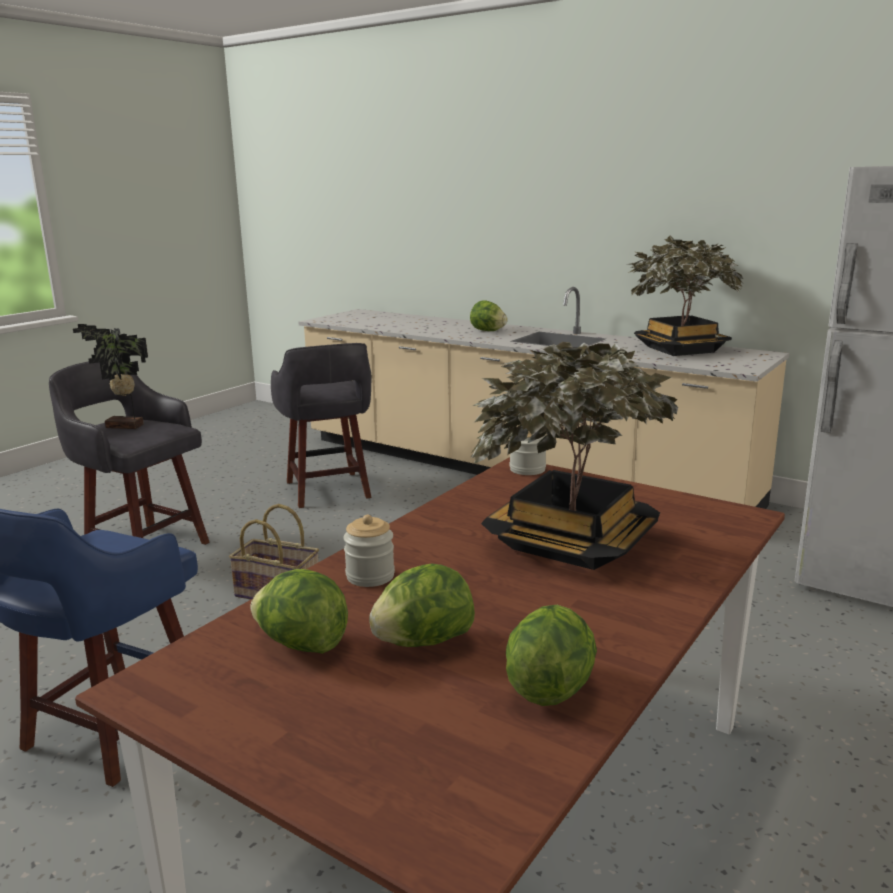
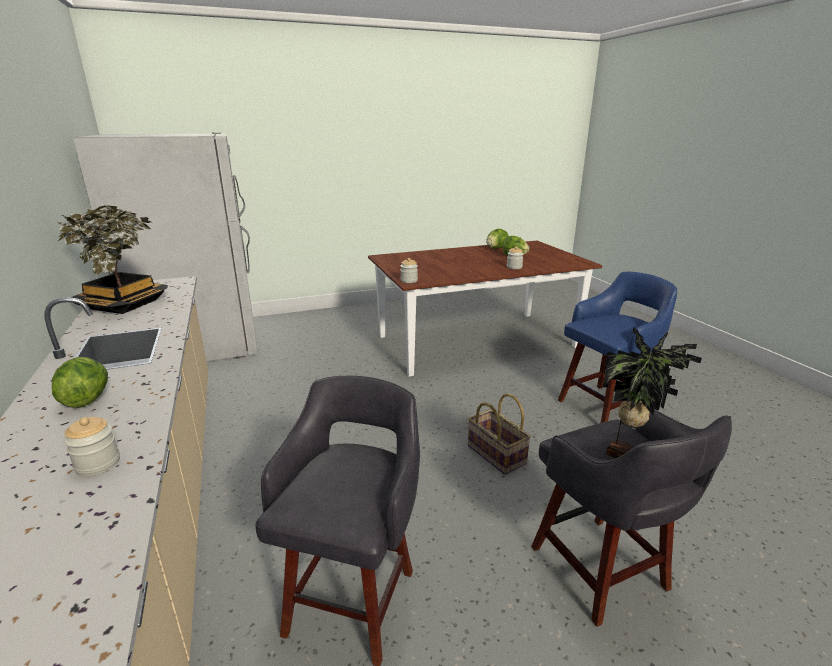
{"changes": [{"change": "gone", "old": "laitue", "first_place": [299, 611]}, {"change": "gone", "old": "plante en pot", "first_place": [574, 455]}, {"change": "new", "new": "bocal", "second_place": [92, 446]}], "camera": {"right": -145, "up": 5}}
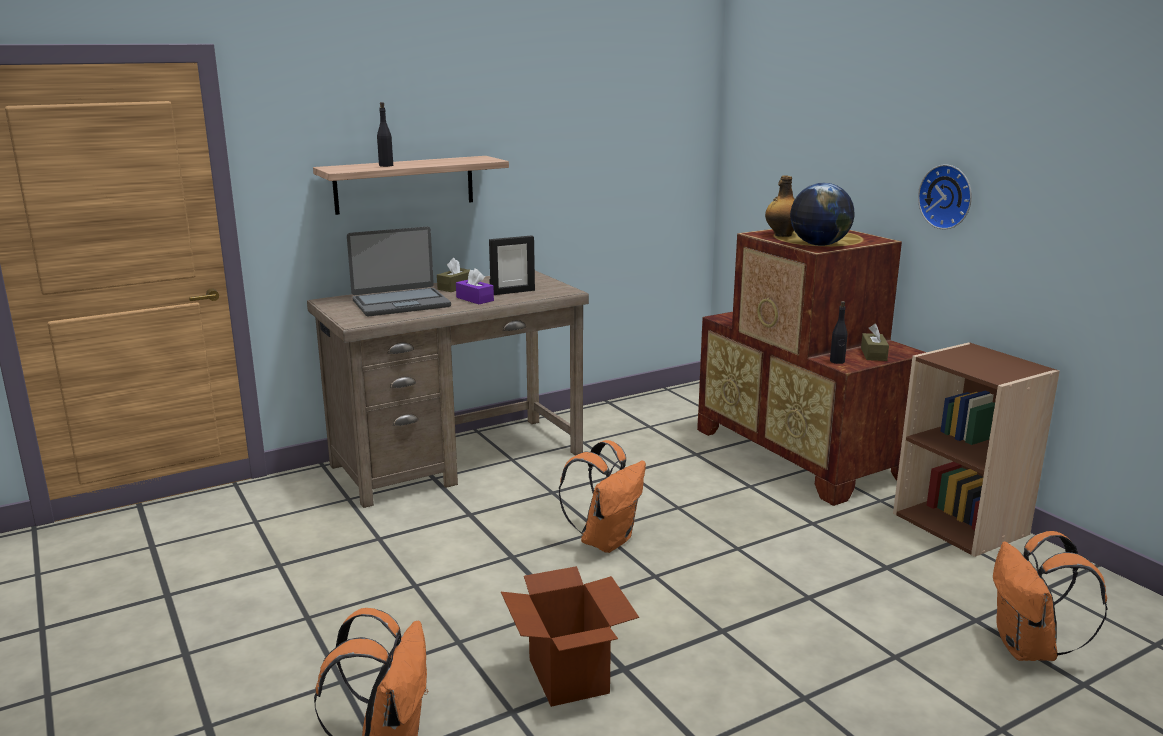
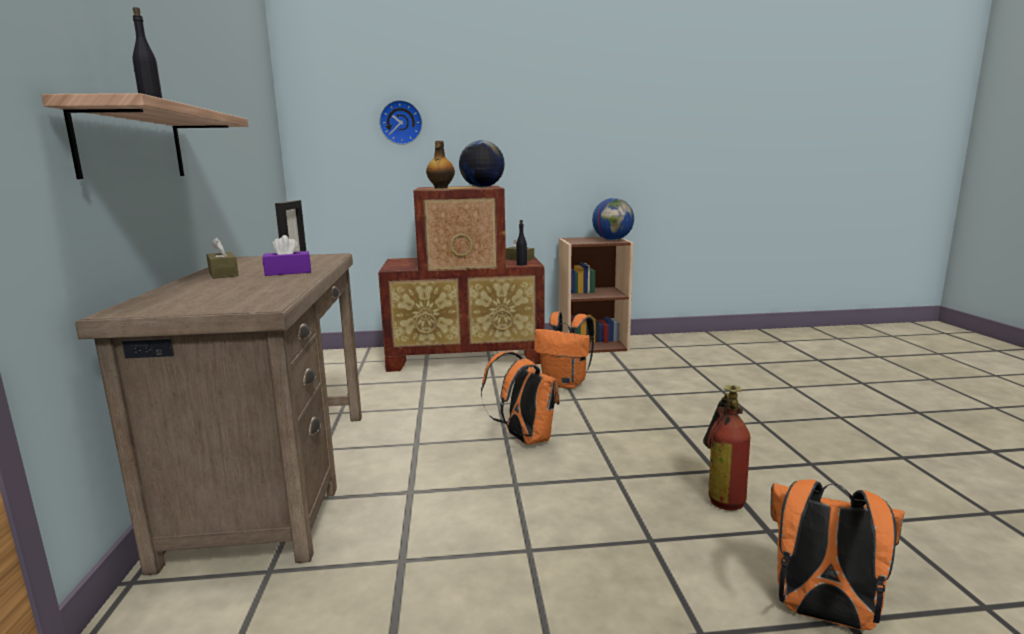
{"changes": [{"change": "gone", "old": "ordinateur portable", "first_place": [399, 271]}, {"change": "swapped", "old": "carton", "new": "extincteur", "first_place": [570, 636], "second_place": [726, 447]}, {"change": "shifted", "old": "horloge murale", "first_place": [945, 197], "second_place": [401, 122]}, {"change": "shifted", "old": "sac à dos [orange]", "first_place": [1050, 596], "second_place": [564, 350]}, {"change": "new", "new": "globe", "second_place": [613, 219]}], "camera": {"right": -65, "up": -5}}
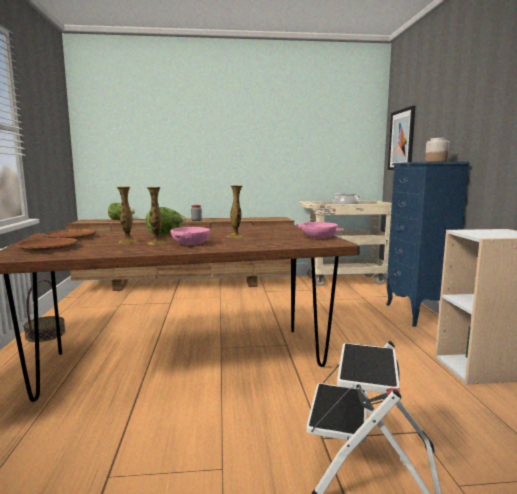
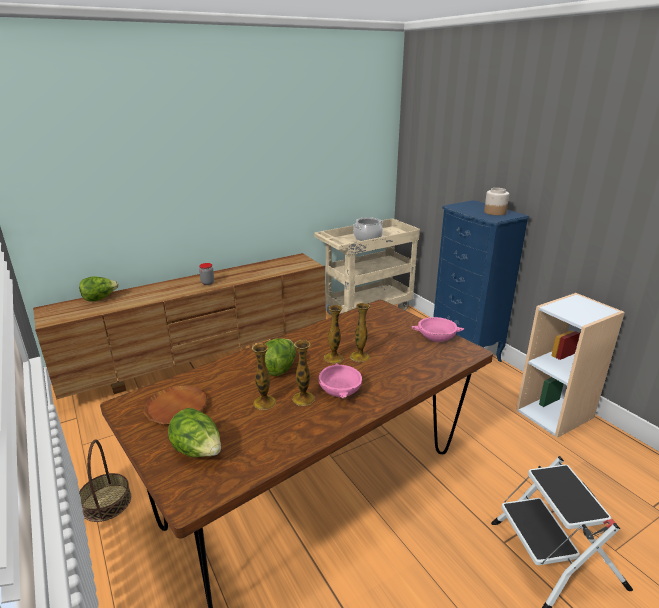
{"changes": [{"change": "swapped", "old": "assiette [marron]", "new": "laitue", "first_place": [47, 244], "second_place": [194, 432]}, {"change": "gone", "old": "tableau", "first_place": [401, 138]}, {"change": "new", "new": "vase", "second_place": [334, 334]}], "camera": {"right": -25, "up": 15}}
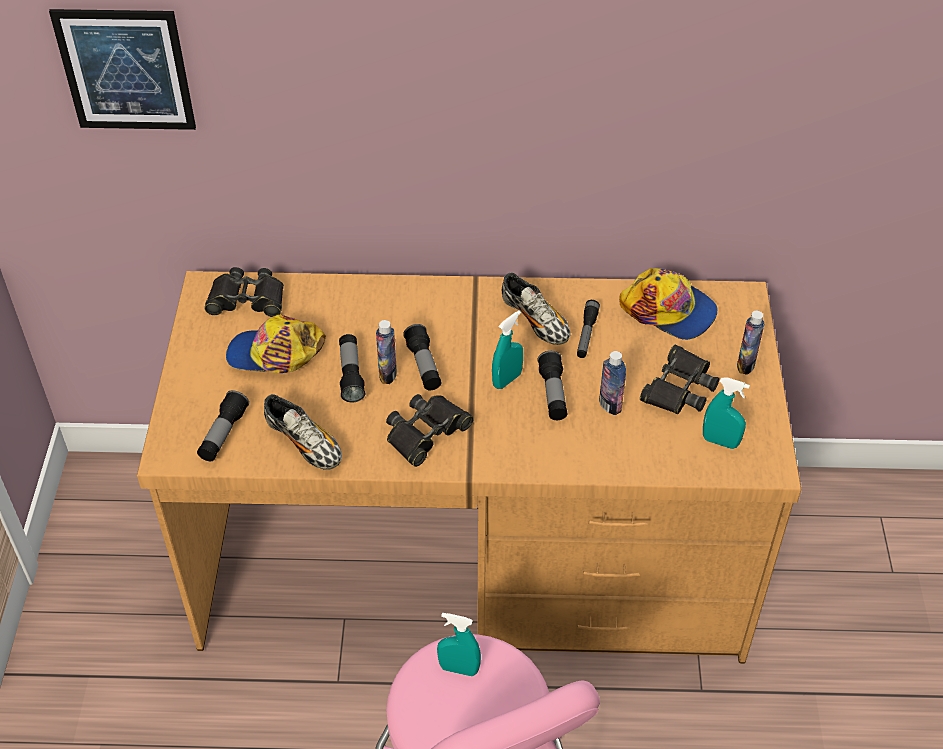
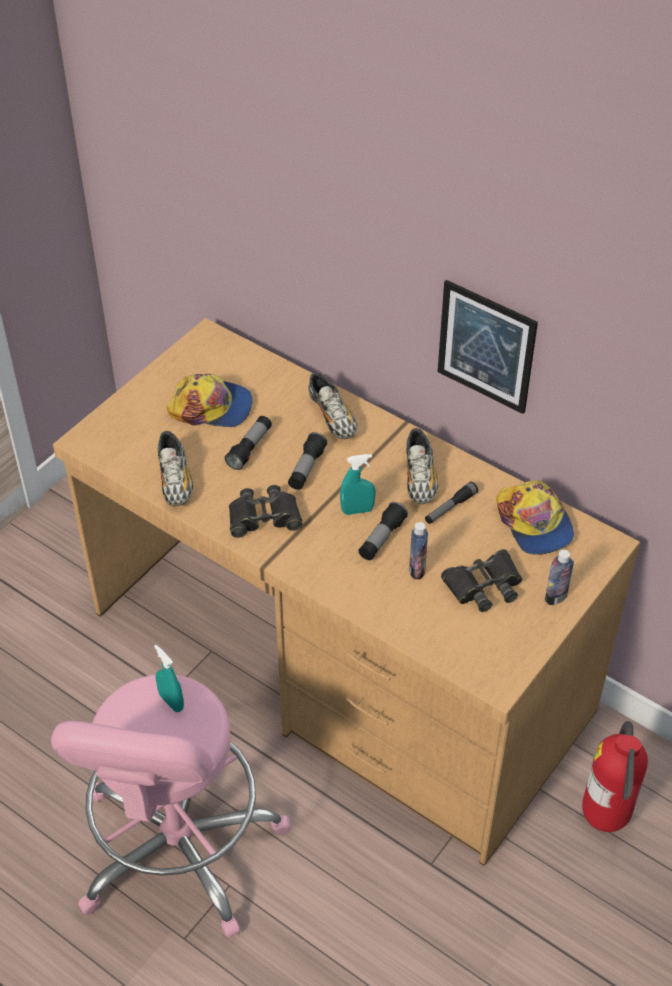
{"changes": [{"change": "shifted", "old": "tableau", "first_place": [122, 69], "second_place": [488, 347]}, {"change": "gone", "old": "lampe de poche", "first_place": [223, 425]}, {"change": "gone", "old": "jumelles [noir]", "first_place": [244, 292]}, {"change": "rotated", "old": "casquette", "first_place": [276, 344], "second_place": [210, 400], "degrees": 150}, {"change": "gone", "old": "bouteille", "first_place": [386, 352]}, {"change": "gone", "old": "vaporisateur [turquoise]", "first_place": [726, 413]}, {"change": "new", "new": "chaussure", "second_place": [332, 405]}, {"change": "new", "new": "extincteur", "second_place": [615, 776]}], "camera": {"right": 35, "up": 0}}
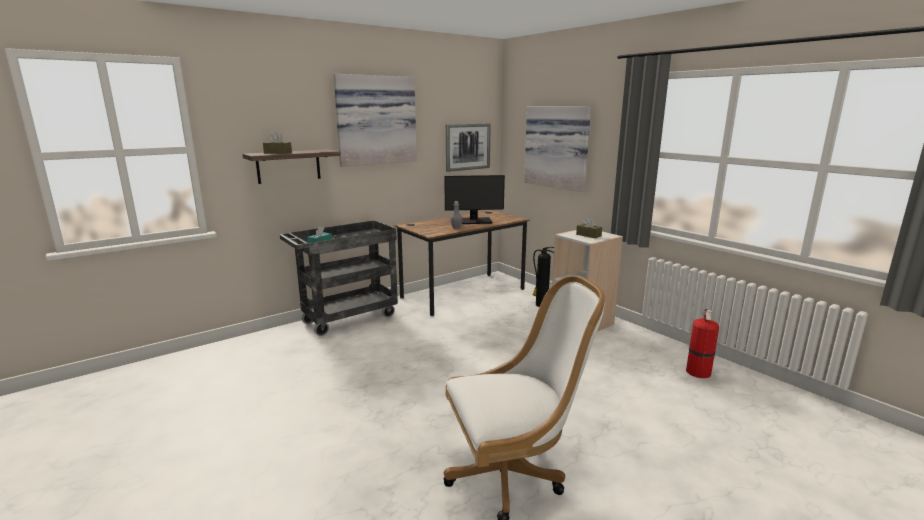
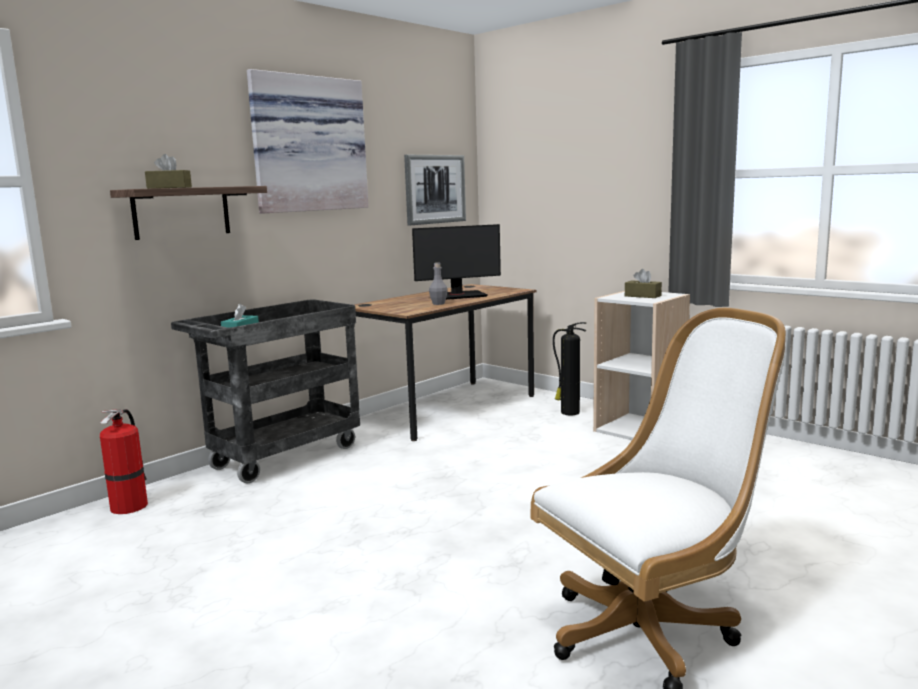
{"changes": [{"change": "gone", "old": "tableau", "first_place": [557, 149]}, {"change": "shifted", "old": "extincteur", "first_place": [702, 343], "second_place": [124, 461]}], "camera": {"right": -10, "up": -5}}
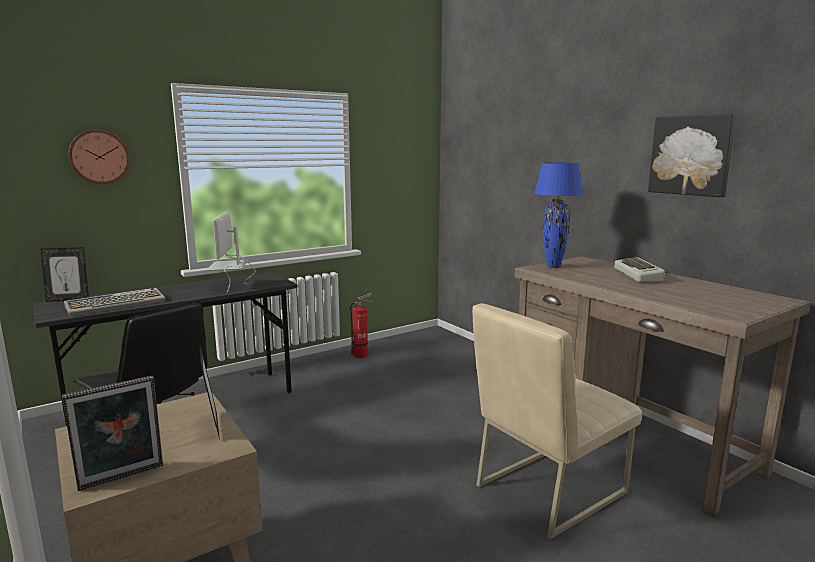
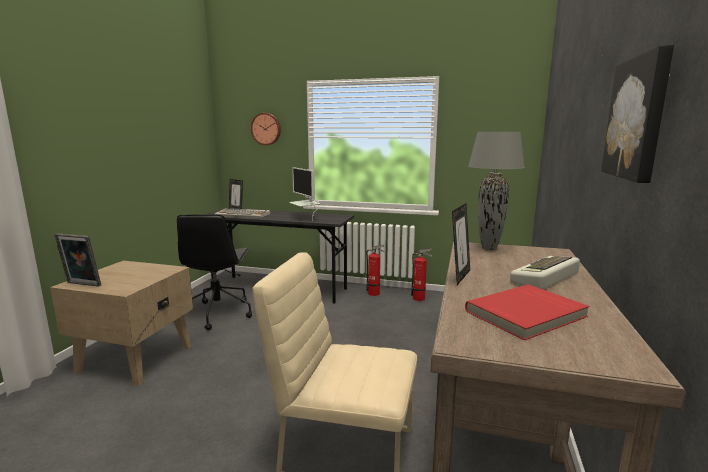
{"changes": [{"change": "shifted", "old": "cadre photo", "first_place": [209, 391], "second_place": [461, 244]}, {"change": "rotated", "old": "écran d'ordinateur", "first_place": [231, 252], "second_place": [305, 194], "degrees": -75}, {"change": "repainted", "old": "lampe de table [bleu]", "new": "lampe de table [gris]", "first_place": [558, 215], "second_place": [496, 191]}, {"change": "new", "new": "extincteur", "second_place": [375, 270]}, {"change": "new", "new": "livre [rouge]", "second_place": [527, 312]}], "camera": {"right": 50, "up": 0}}
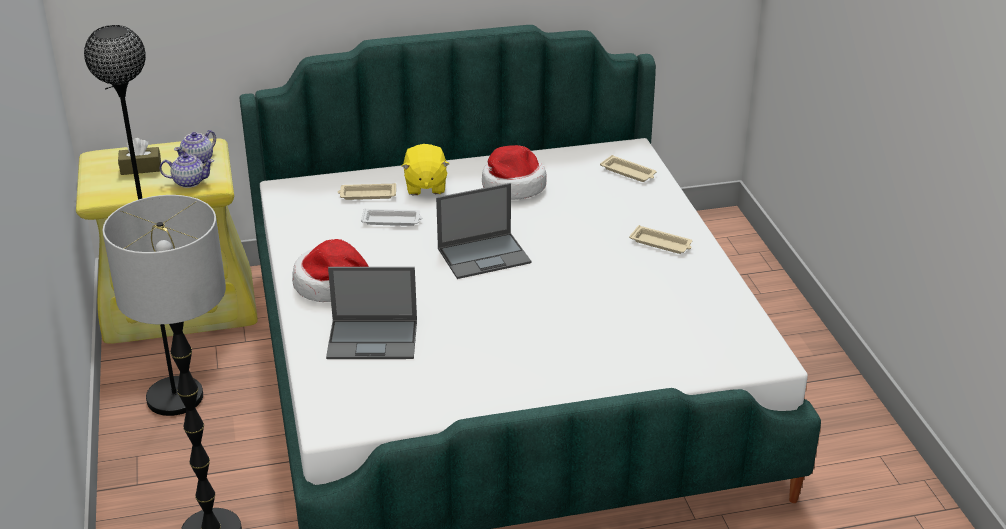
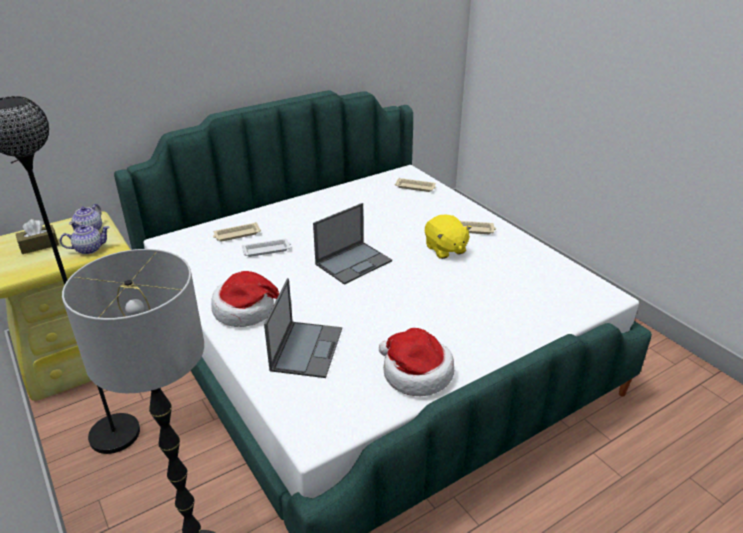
{"changes": [{"change": "rotated", "old": "ordinateur portable", "first_place": [371, 313], "second_place": [303, 328], "degrees": -60}, {"change": "shifted", "old": "peluche [jaune]", "first_place": [425, 169], "second_place": [448, 237]}, {"change": "shifted", "old": "chapeau", "first_place": [514, 172], "second_place": [416, 362]}], "camera": {"right": -20, "up": 0}}
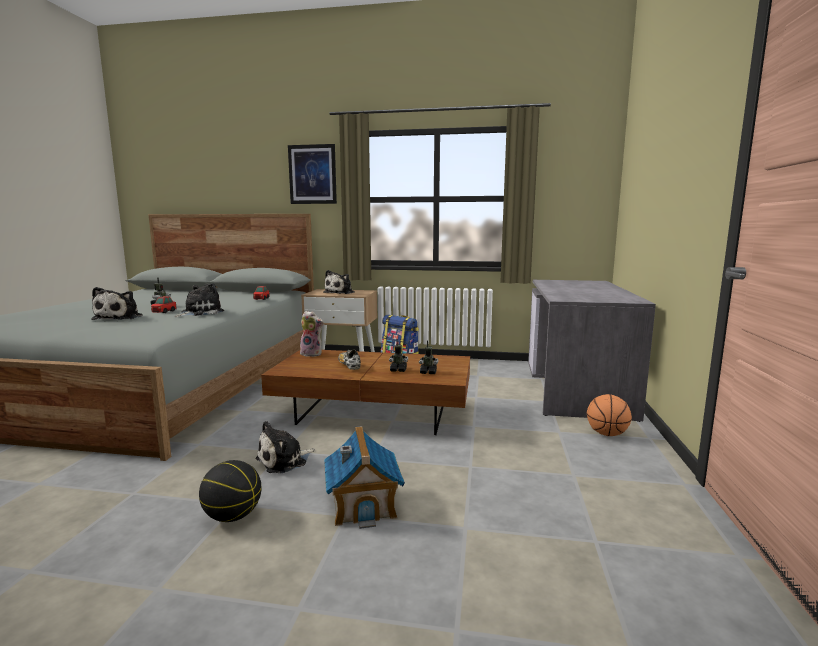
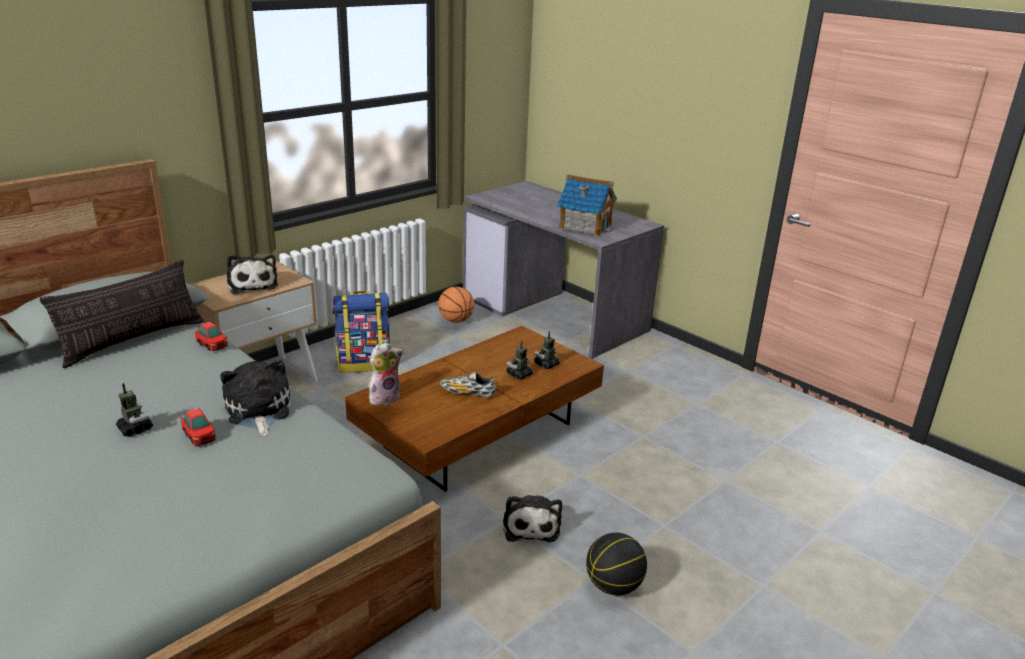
{"changes": [{"change": "gone", "old": "peluche", "first_place": [117, 303]}, {"change": "gone", "old": "tableau", "first_place": [312, 174]}, {"change": "shifted", "old": "maison miniature", "first_place": [364, 477], "second_place": [587, 205]}, {"change": "shifted", "old": "ballon de basket", "first_place": [609, 415], "second_place": [456, 304]}, {"change": "new", "new": "coussin", "second_place": [122, 313]}], "camera": {"right": -55, "up": 15}}
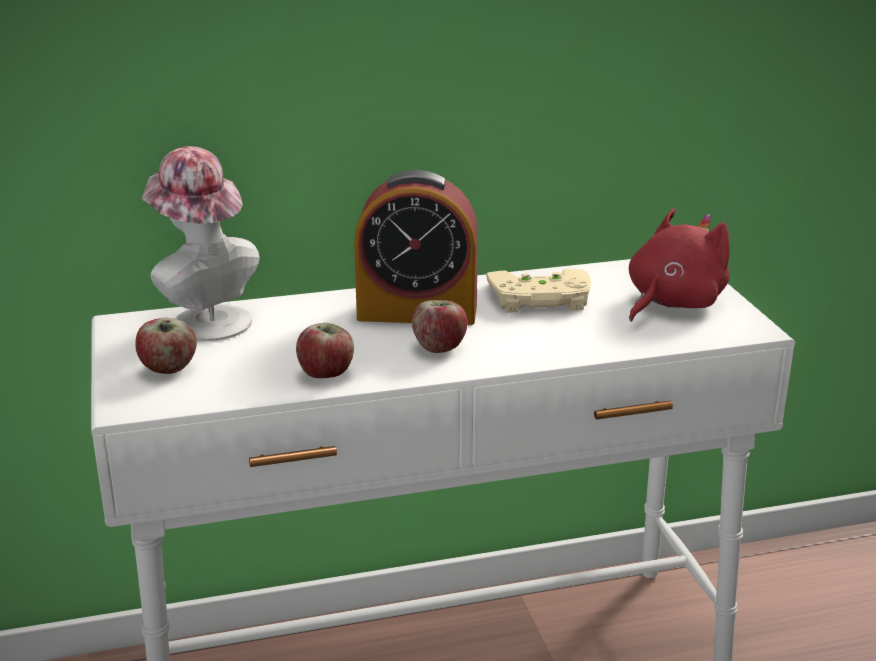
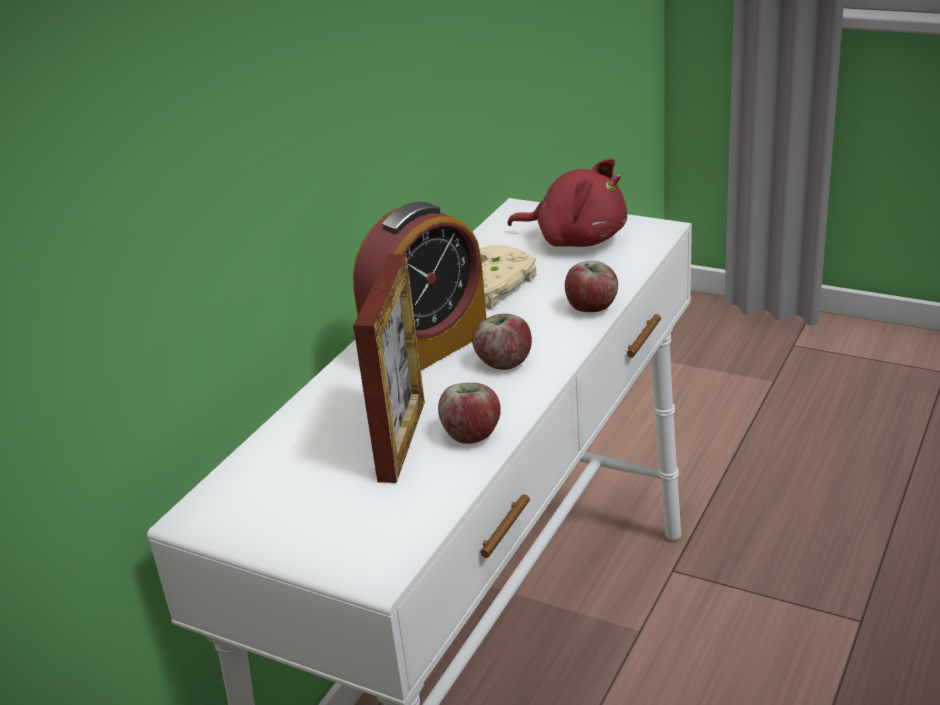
{"changes": [{"change": "shifted", "old": "pomme", "first_place": [166, 346], "second_place": [591, 286]}, {"change": "gone", "old": "chapeau", "first_place": [201, 243]}, {"change": "rotated", "old": "peluche [rouge]", "first_place": [679, 264], "second_place": [567, 202], "degrees": 120}, {"change": "new", "new": "cadre photo", "second_place": [389, 368]}], "camera": {"right": -45, "up": 5}}
